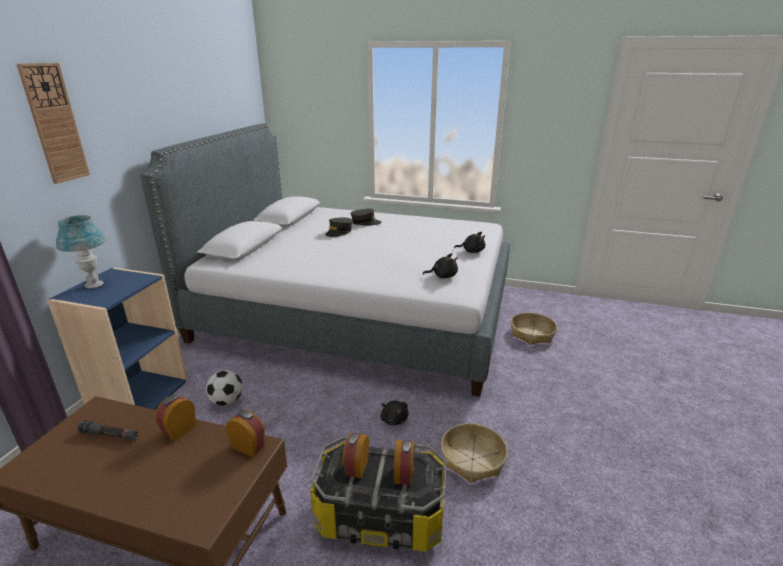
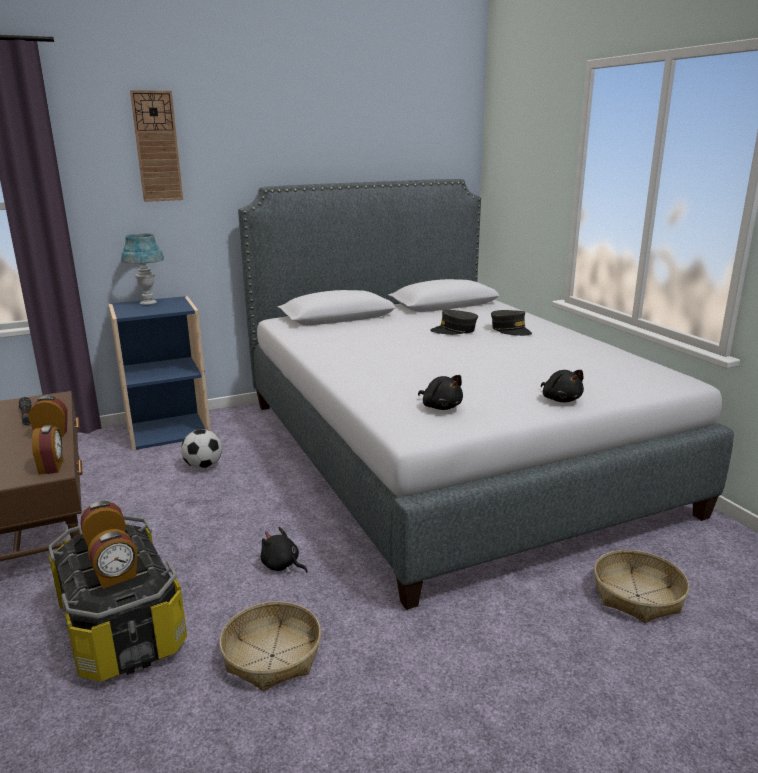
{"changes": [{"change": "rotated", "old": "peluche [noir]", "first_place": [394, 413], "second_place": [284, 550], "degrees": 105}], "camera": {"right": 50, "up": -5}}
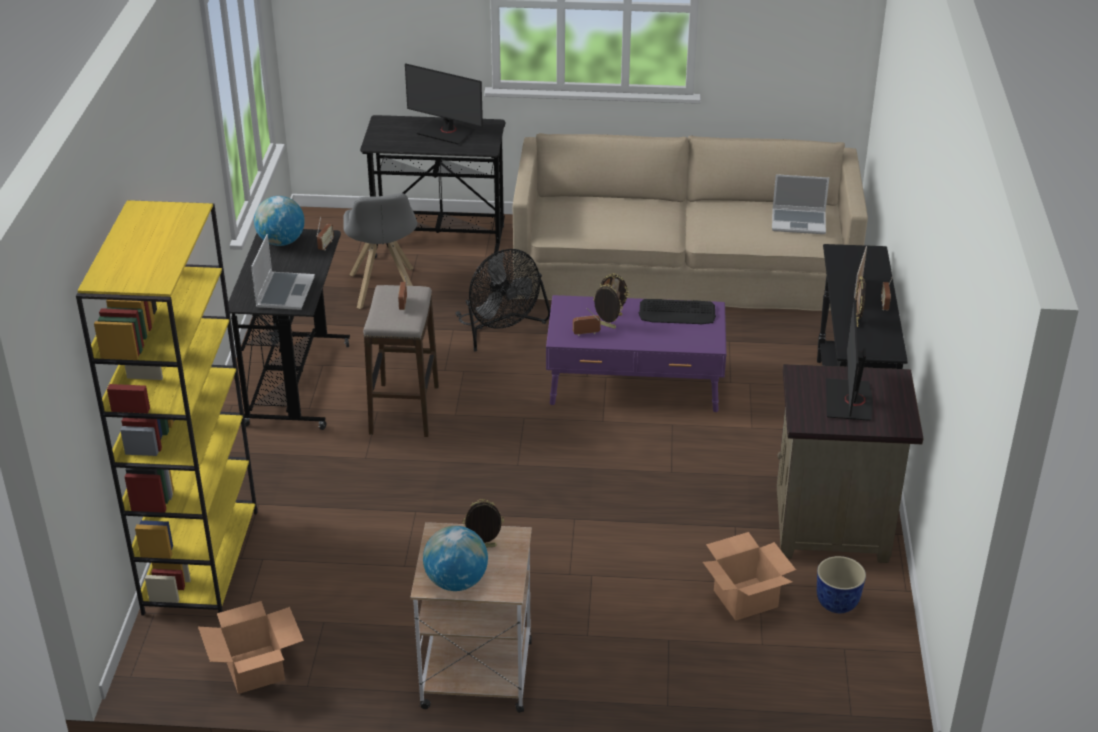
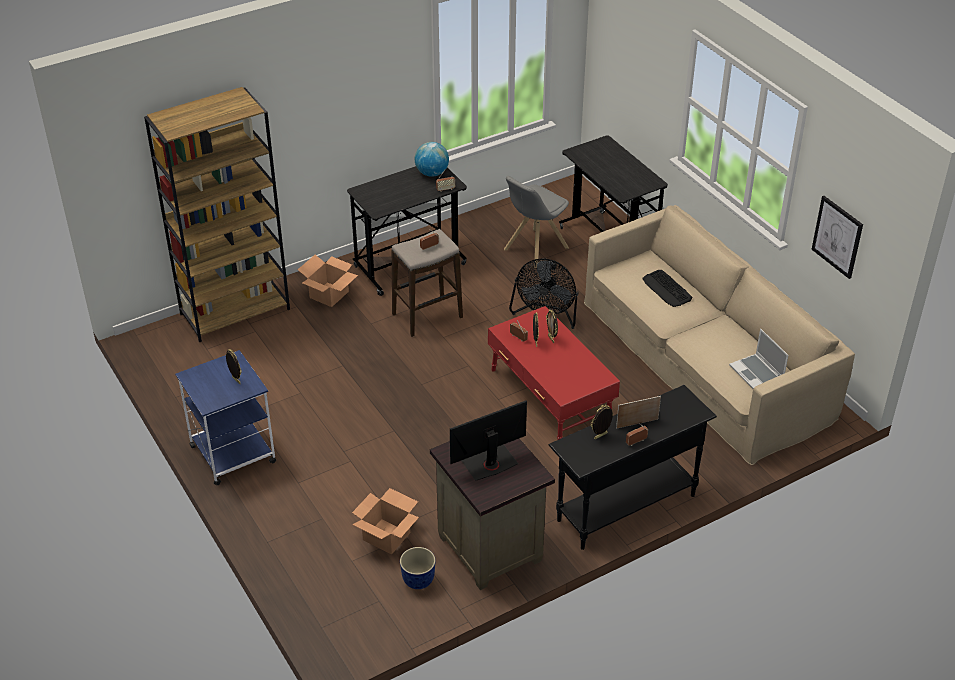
{"changes": [{"change": "repainted", "old": "bibliothèque [jaune]", "new": "bibliothèque [marron]", "first_place": [166, 407], "second_place": [217, 214]}, {"change": "shifted", "old": "carton", "first_place": [251, 647], "second_place": [328, 281]}, {"change": "gone", "old": "ordinateur portable", "first_place": [283, 272]}, {"change": "gone", "old": "écran d'ordinateur", "first_place": [444, 104]}, {"change": "repainted", "old": "chariot [beige]", "new": "chariot [bleu]", "first_place": [471, 617], "second_place": [226, 417]}, {"change": "gone", "old": "globe", "first_place": [455, 558]}, {"change": "repainted", "old": "table basse [violet]", "new": "table basse [rouge]", "first_place": [636, 353], "second_place": [554, 373]}, {"change": "shifted", "old": "clavier", "first_place": [677, 311], "second_place": [667, 288]}, {"change": "new", "new": "tableau", "second_place": [837, 237]}], "camera": {"right": 55, "up": 5}}
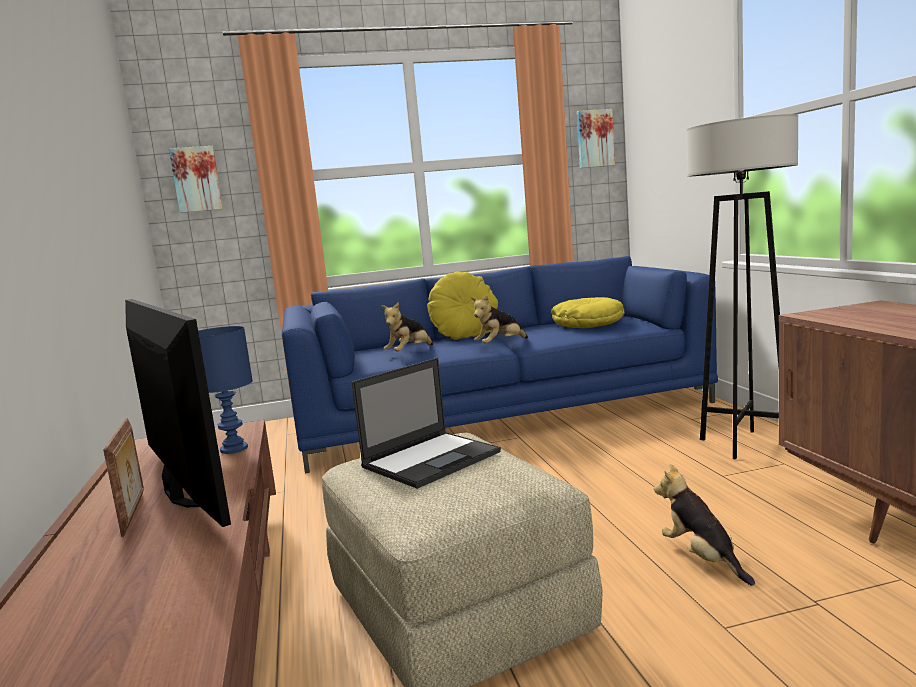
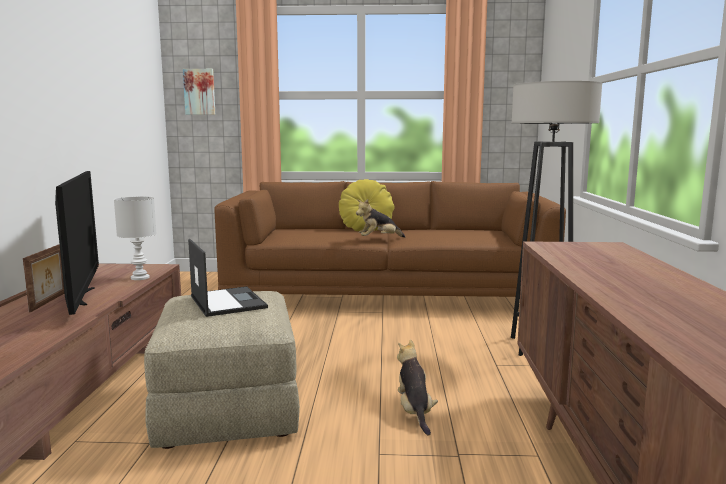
{"changes": [{"change": "repainted", "old": "lampe de table [bleu]", "new": "lampe de table [blanc]", "first_place": [225, 390], "second_place": [135, 238]}, {"change": "repainted", "old": "canapé [bleu]", "new": "canapé [marron]", "first_place": [500, 365], "second_place": [390, 239]}, {"change": "rotated", "old": "ordinateur portable", "first_place": [426, 423], "second_place": [228, 278], "degrees": -90}, {"change": "gone", "old": "peluche", "first_place": [407, 326]}, {"change": "gone", "old": "coussin [jaune]", "first_place": [588, 312]}, {"change": "gone", "old": "tableau", "first_place": [596, 138]}], "camera": {"right": 15, "up": 0}}
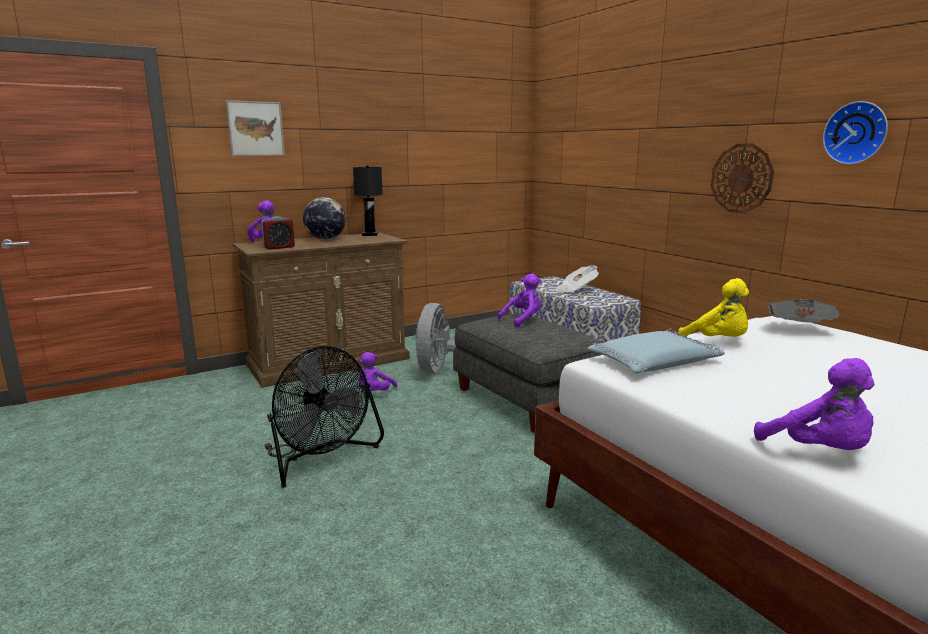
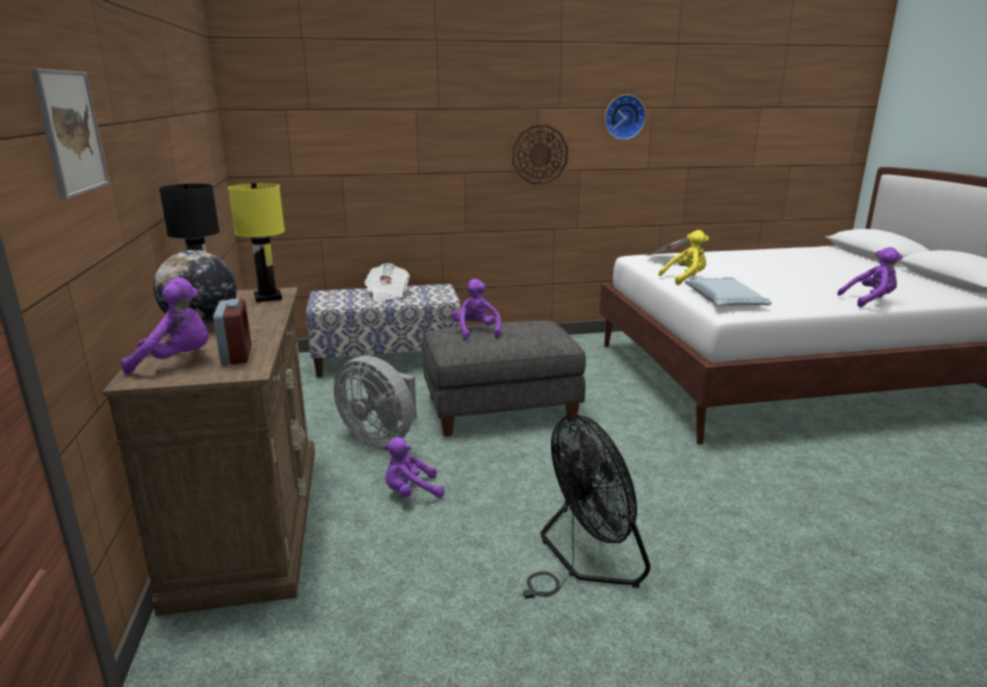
{"changes": [{"change": "rotated", "old": "peluche [violet]", "first_place": [378, 371], "second_place": [414, 467], "degrees": 120}, {"change": "new", "new": "lampe de table [jaune]", "second_place": [256, 243]}], "camera": {"right": -70, "up": 5}}
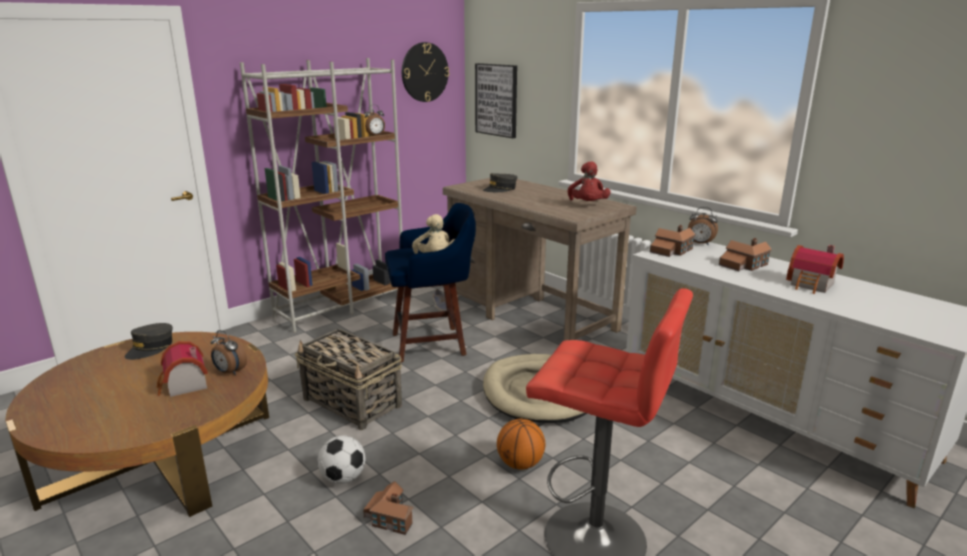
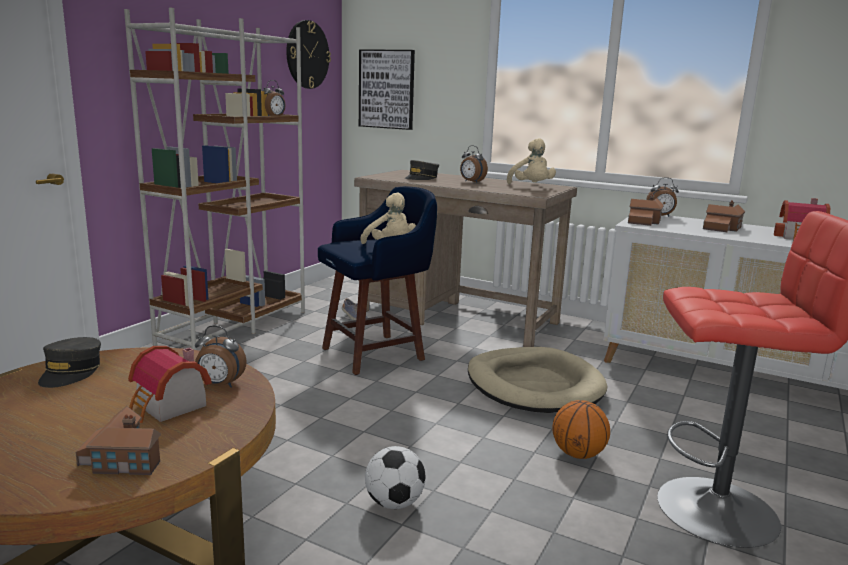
{"changes": [{"change": "gone", "old": "panier", "first_place": [348, 379]}, {"change": "shifted", "old": "maison miniature", "first_place": [388, 508], "second_place": [118, 440]}, {"change": "repainted", "old": "peluche [rouge]", "new": "peluche [beige]", "first_place": [588, 181], "second_place": [531, 161]}, {"change": "new", "new": "réveil", "second_place": [474, 163]}], "camera": {"right": -20, "up": -5}}
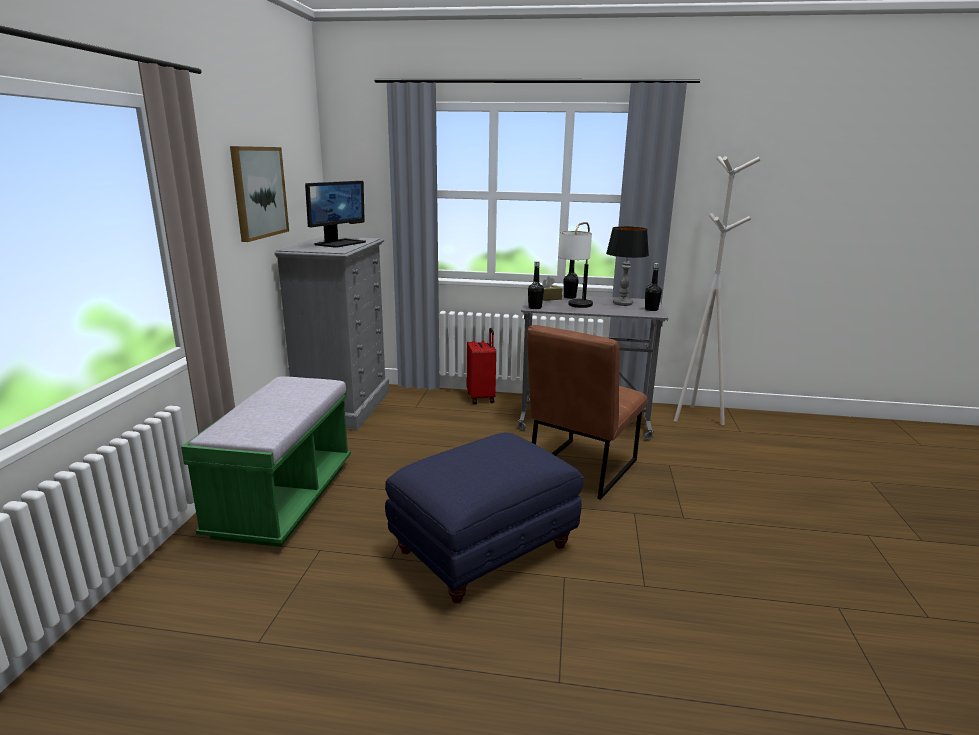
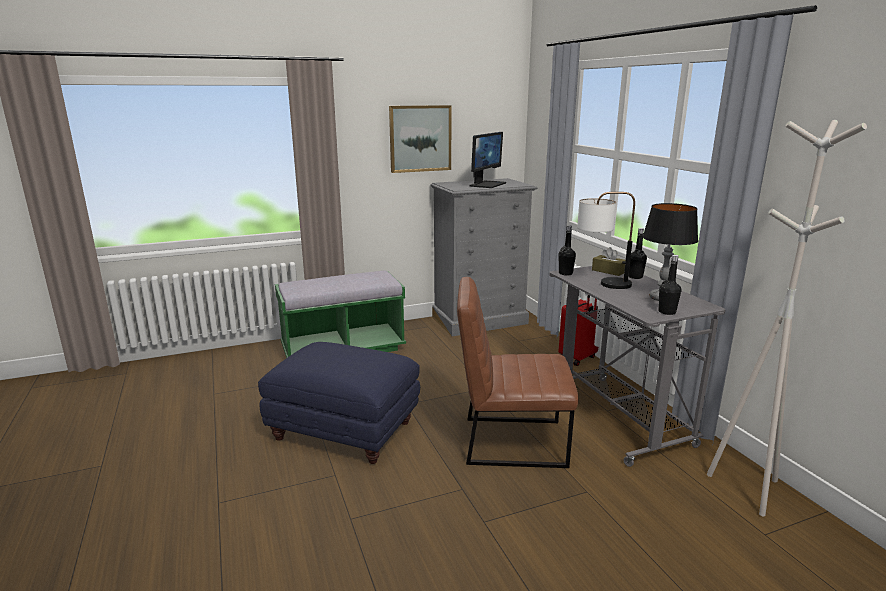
{"changes": [{"change": "rotated", "old": "écran d'ordinateur", "first_place": [335, 214], "second_place": [487, 160], "degrees": -60}], "camera": {"right": 60, "up": 0}}
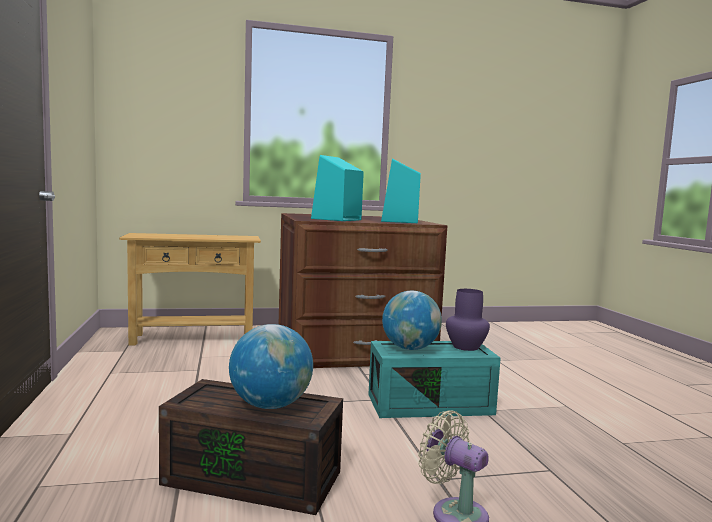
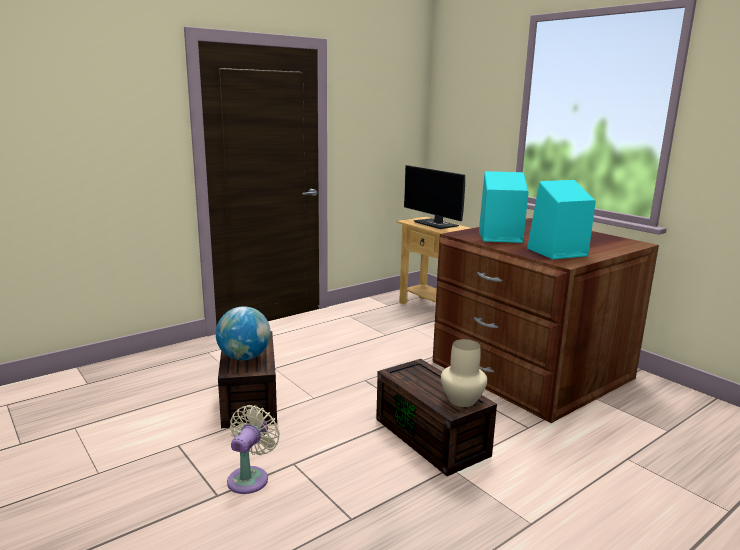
{"changes": [{"change": "repainted", "old": "boîte de rangement [turquoise]", "new": "boîte de rangement [marron]", "first_place": [434, 379], "second_place": [436, 417]}, {"change": "gone", "old": "globe", "first_place": [412, 320]}, {"change": "repainted", "old": "vase [violet]", "new": "vase [beige]", "first_place": [468, 320], "second_place": [464, 373]}, {"change": "new", "new": "écran d'ordinateur", "second_place": [434, 197]}], "camera": {"right": 65, "up": 10}}
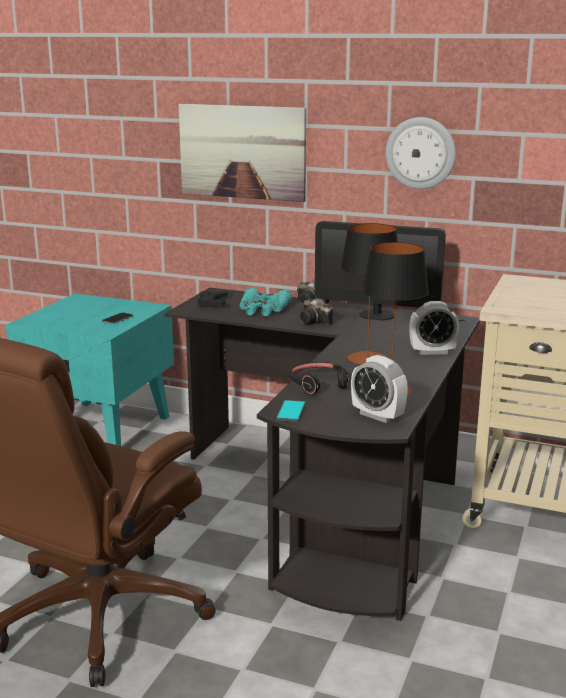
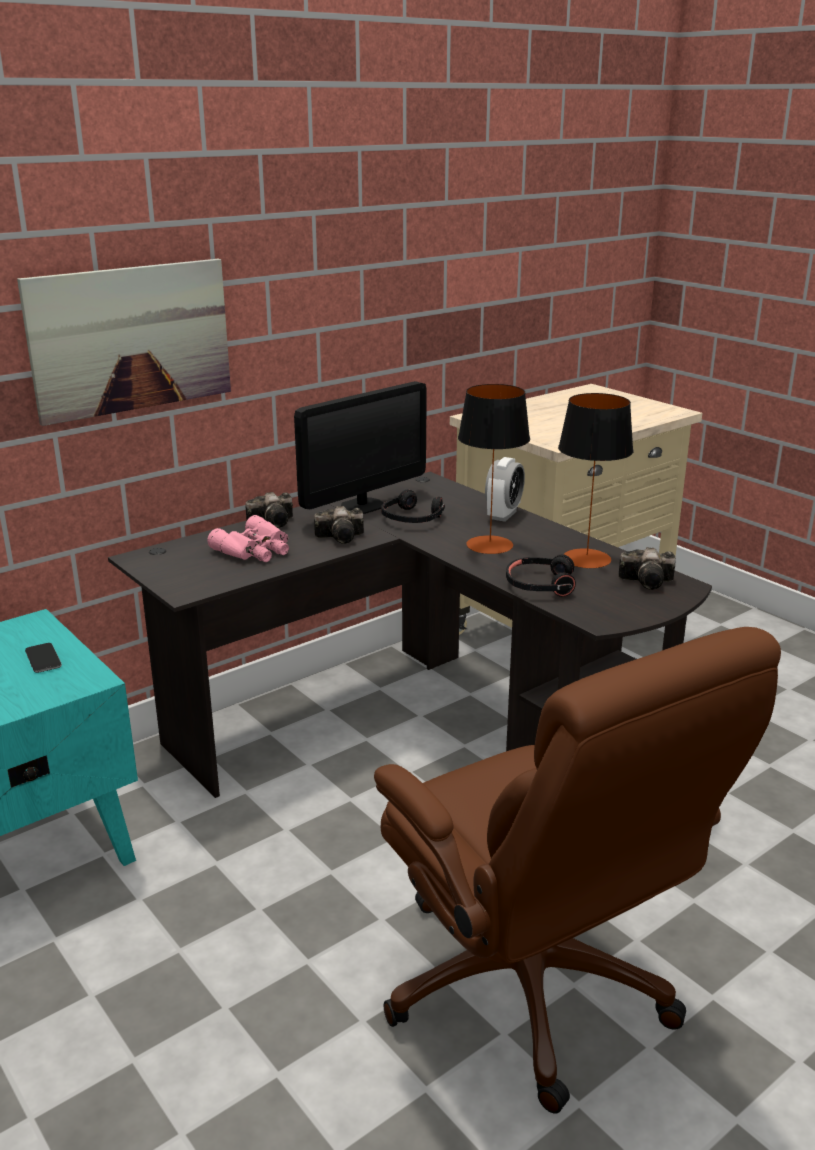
{"changes": [{"change": "gone", "old": "manette [noir]", "first_place": [212, 299]}, {"change": "repainted", "old": "jumelles [turquoise]", "new": "jumelles [rose]", "first_place": [266, 302], "second_place": [248, 538]}, {"change": "gone", "old": "téléphone", "first_place": [291, 411]}, {"change": "swapped", "old": "réveil", "new": "appareil photo", "first_place": [379, 389], "second_place": [647, 568]}, {"change": "gone", "old": "horloge murale", "first_place": [421, 153]}, {"change": "new", "new": "casque audio [noir]", "second_place": [413, 506]}], "camera": {"right": -60, "up": 5}}
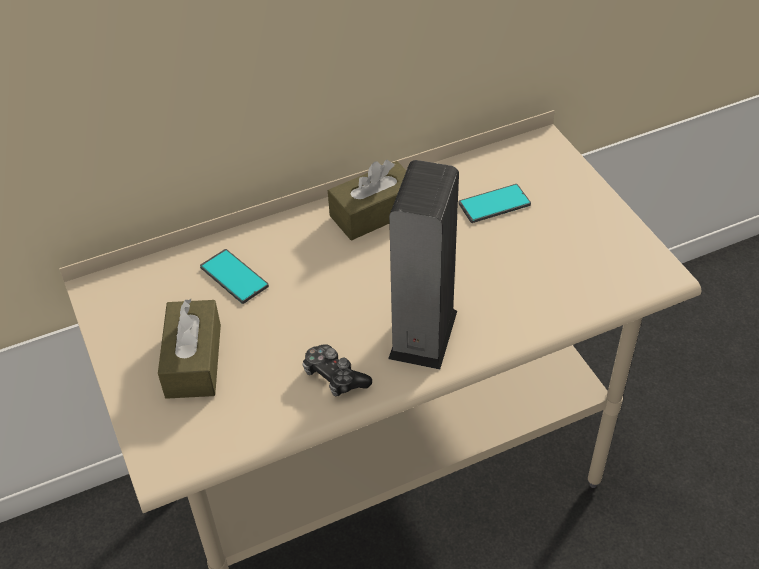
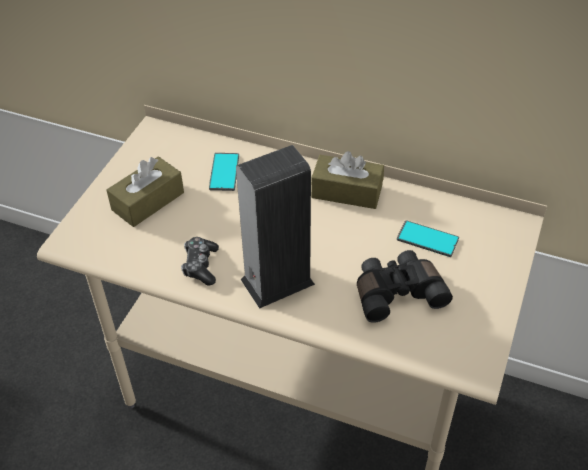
{"changes": [{"change": "new", "new": "jumelles [noir]", "second_place": [405, 286]}], "camera": {"right": 45, "up": 0}}
